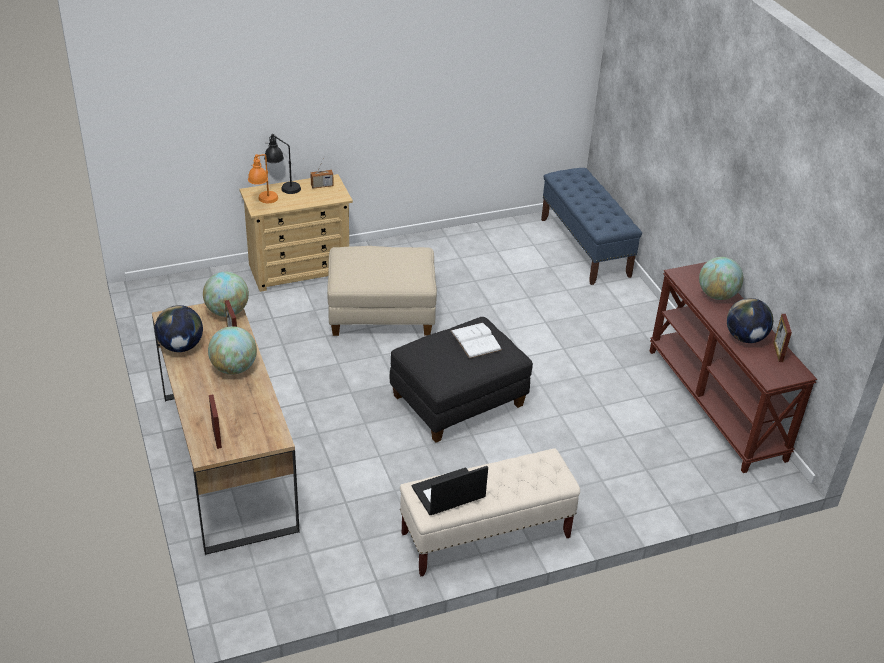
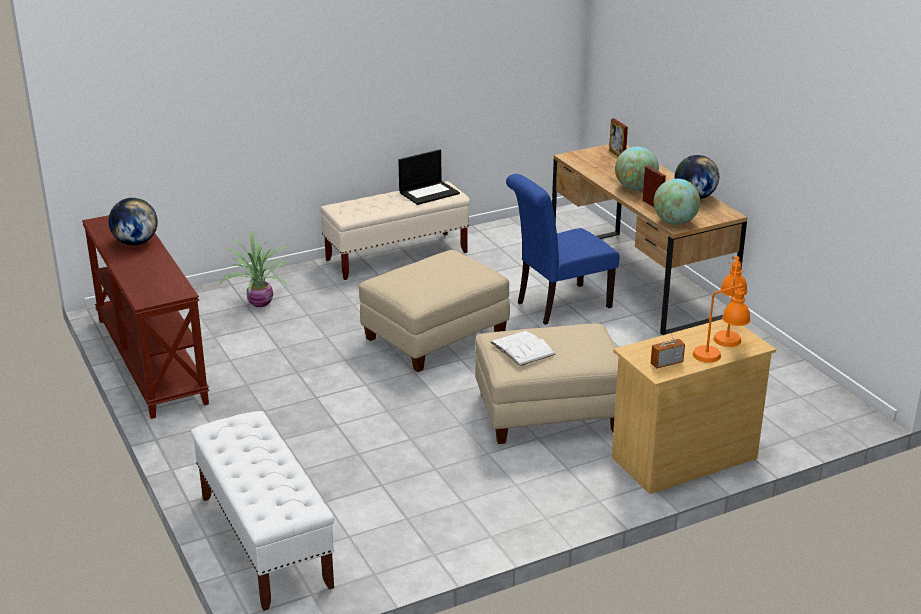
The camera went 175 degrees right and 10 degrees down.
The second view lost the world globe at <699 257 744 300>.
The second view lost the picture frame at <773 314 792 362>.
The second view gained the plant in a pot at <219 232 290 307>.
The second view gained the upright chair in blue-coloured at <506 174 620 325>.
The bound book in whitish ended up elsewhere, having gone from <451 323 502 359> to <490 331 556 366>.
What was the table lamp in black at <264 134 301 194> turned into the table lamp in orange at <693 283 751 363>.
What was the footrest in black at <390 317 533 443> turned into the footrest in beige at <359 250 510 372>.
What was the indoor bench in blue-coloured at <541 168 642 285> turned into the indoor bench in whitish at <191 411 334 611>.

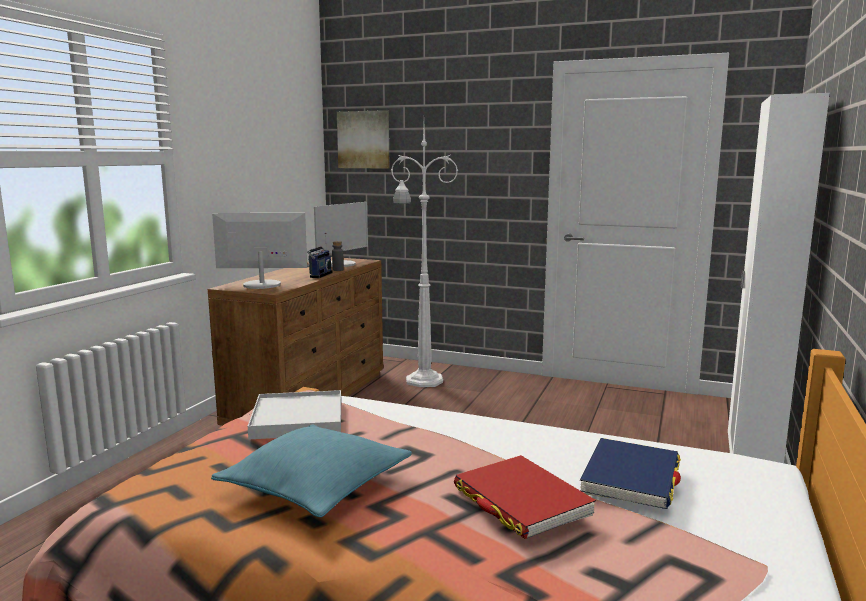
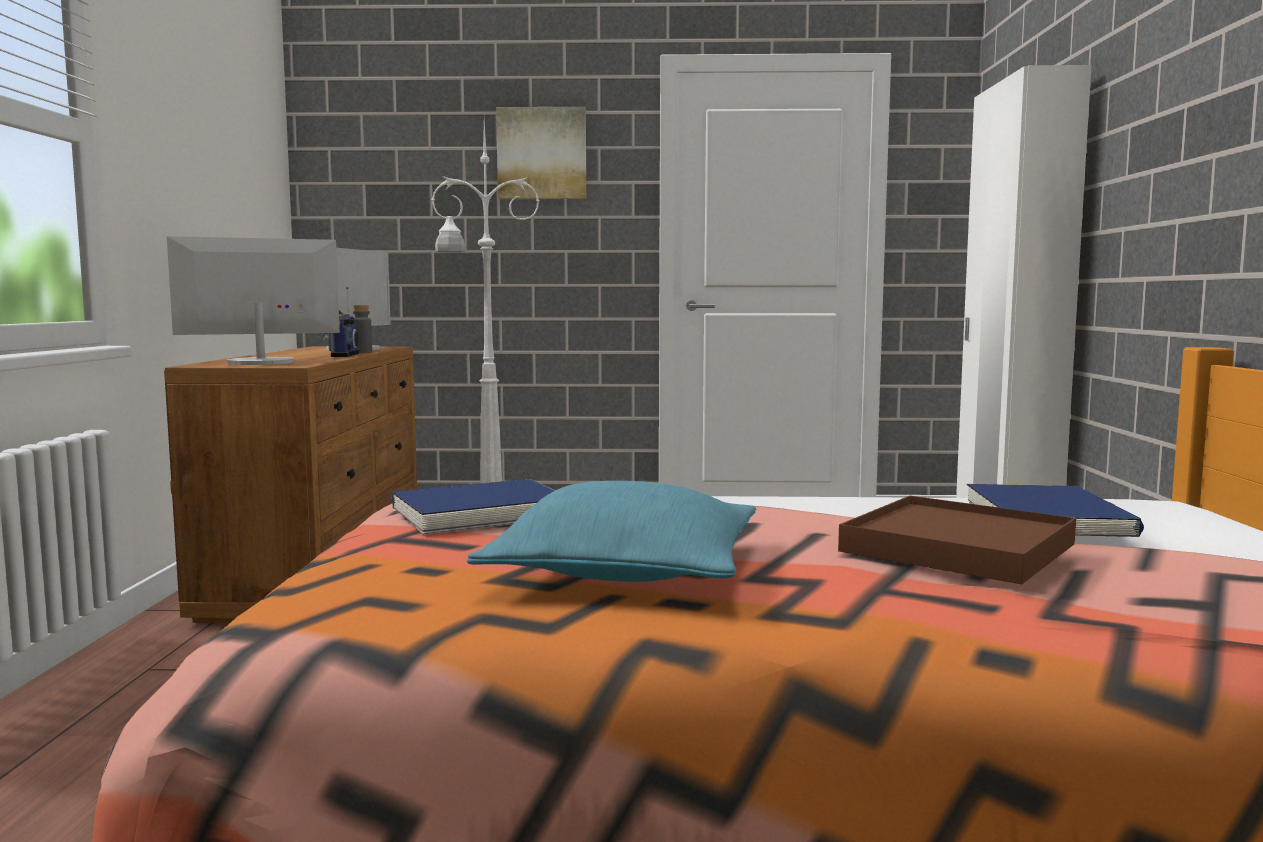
The camera went 20 degrees left and 5 degrees down.
The picture ended up elsewhere, having gone from <337 110 390 169> to <496 107 586 199>.
Where the serving tray in whitish stood at <248 390 341 439>, the bound book in blue-coloured came to stand at <392 479 556 535>.
Where the bound book in red stood at <454 455 596 539>, the serving tray in brownish came to stand at <838 496 1076 584>.

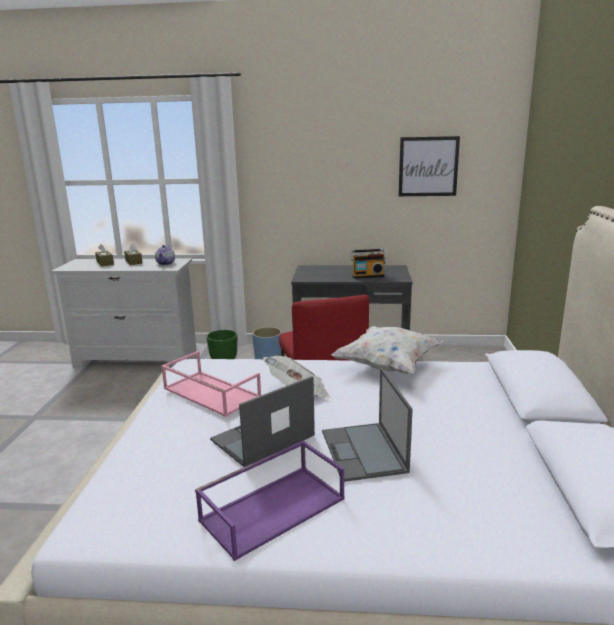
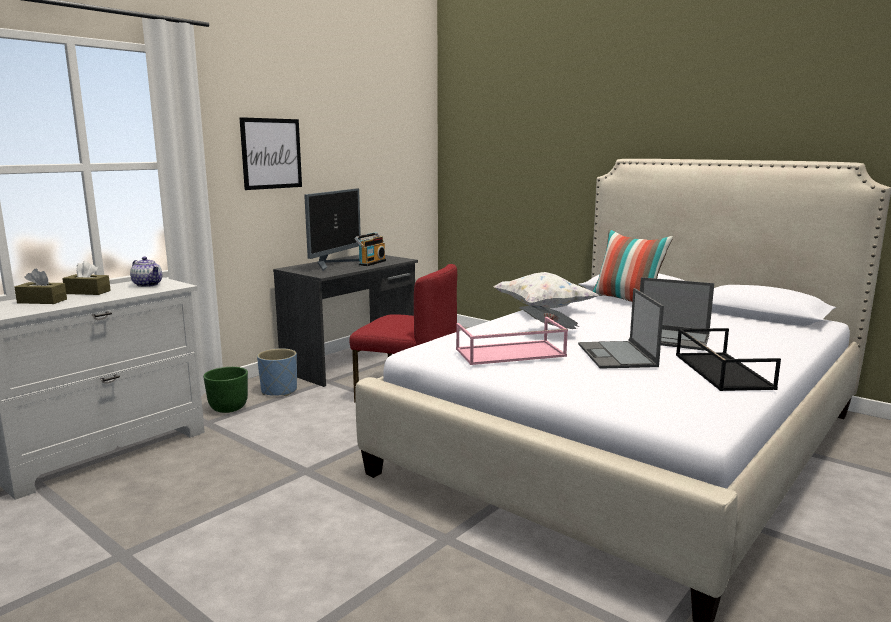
The camera went 55 degrees left and 5 degrees down.
The second view gained the computer screen at <304 188 361 271>.
The second view gained the throw pillow at <592 229 673 302>.
The picture ended up elsewhere, having gone from <398 136 460 196> to <239 117 302 190>.
What was the serving tray in purple-coloured at <195 440 345 561> turned into the serving tray in black at <676 328 781 391>.

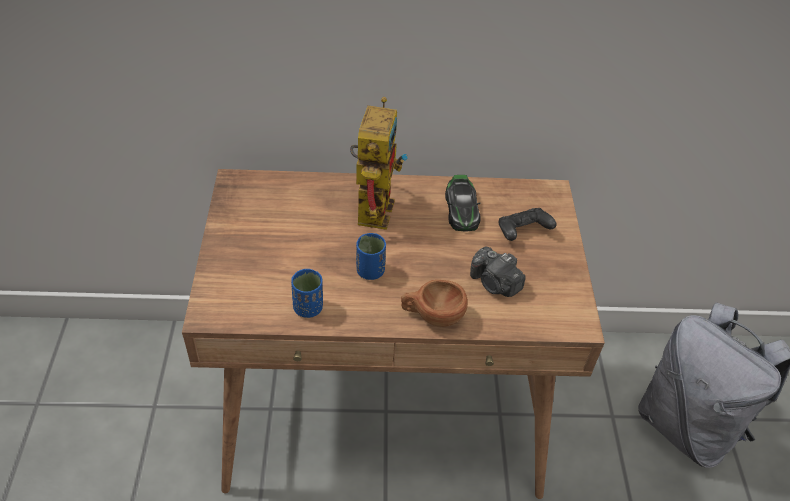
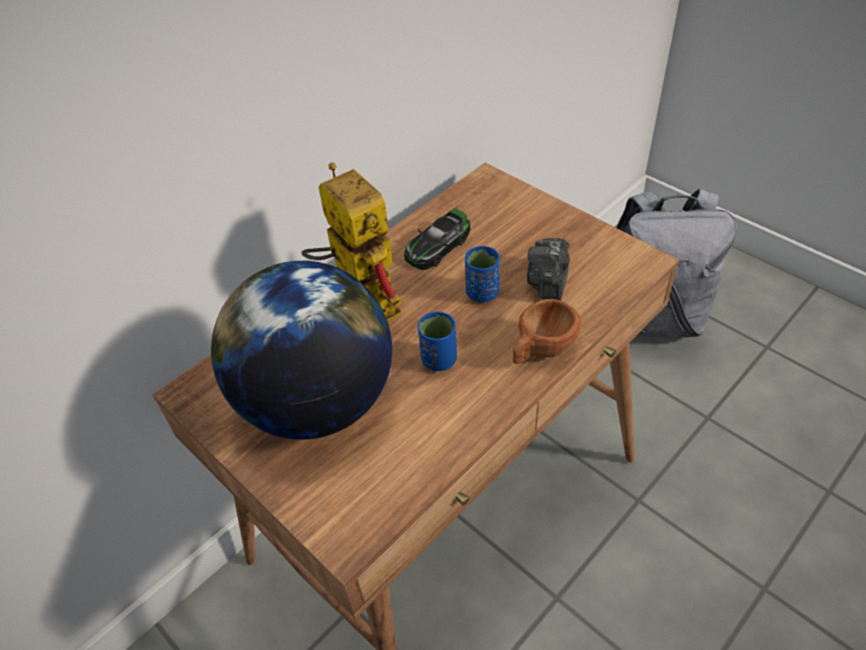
The camera went 40 degrees left and 0 degrees up.
The second view lost the game controller in black at <498 208 557 241>.
The second view gained the world globe at <211 261 392 440>.
The cup in blue-coloured ended up elsewhere, having gone from <291 269 323 318> to <465 246 500 302>.
The toy car at <445 175 481 232> ended up facing another way, 90 degrees clockwise from before.
The photo camera at <470 247 526 297> ended up facing another way, 105 degrees clockwise from before.

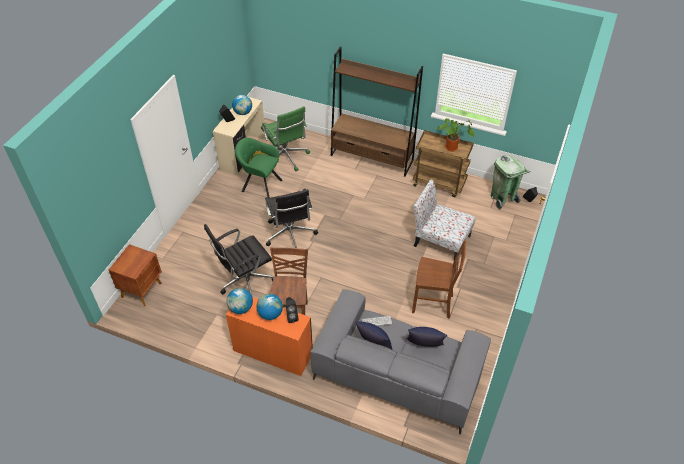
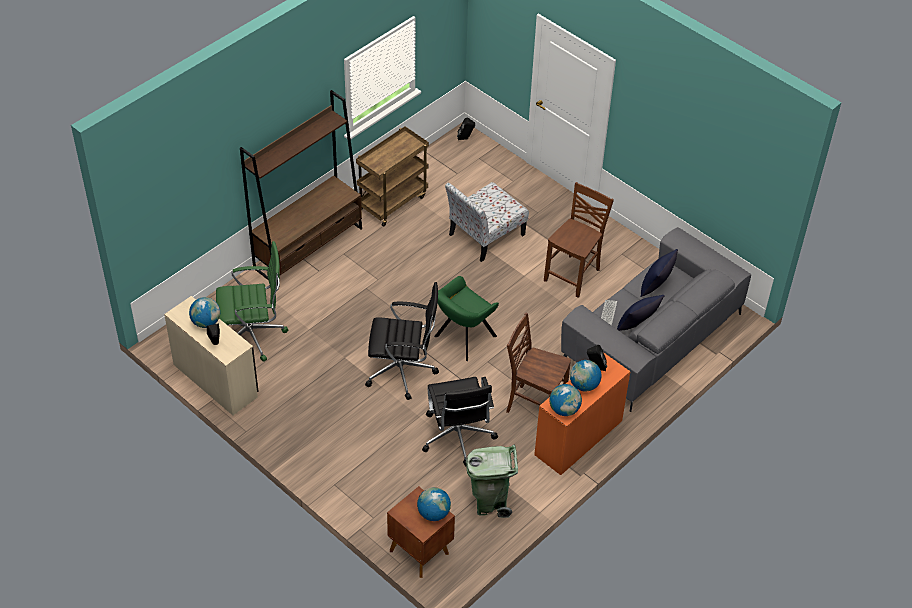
The camera went 70 degrees left and 0 degrees up.
The second view lost the plant in a pot at <436 118 475 152>.
The second view gained the world globe at <417 487 451 521>.
The easy chair in green-coloured ended up elsewhere, having gone from <235 138 283 198> to <434 276 499 361>.
The rubbish bin in green-coloured ended up elsewhere, having gone from <490 155 530 210> to <466 445 518 518>.

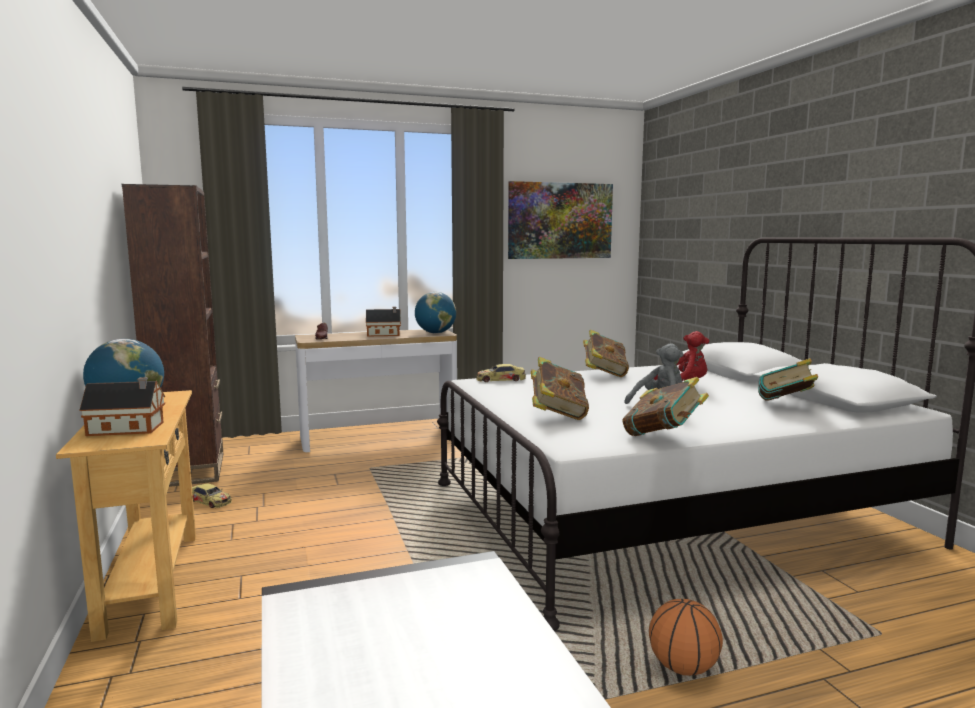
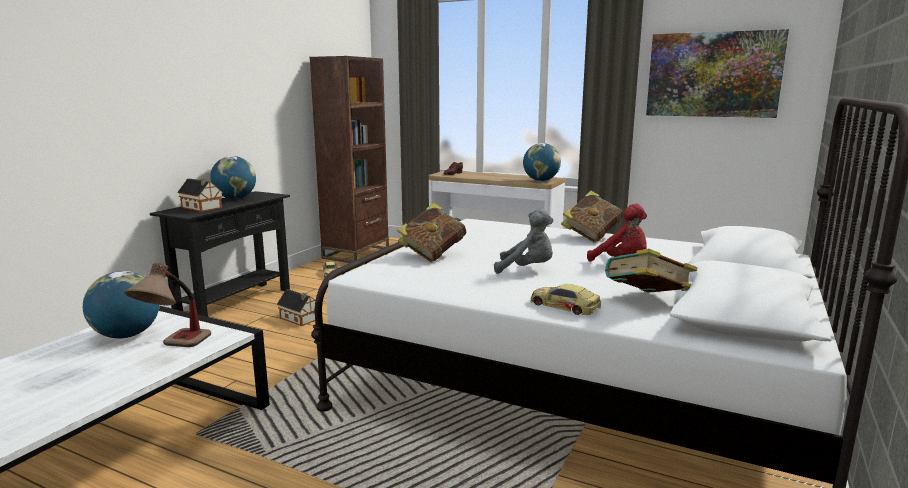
The camera went 45 degrees right and 5 degrees up.
The second view lost the bound book at <622 377 709 436>.
The second view lost the ball for basketball at <649 599 723 676>.
The second view gained the world globe at <83 271 160 338>.
The second view gained the table lamp at <125 262 211 347>.
The model house ended up elsewhere, having gone from <366 307 401 337> to <277 289 316 326>.
The toy car ended up elsewhere, having gone from <476 364 526 382> to <530 284 601 315>.
What was the hall table in beige at <56 390 196 642> turned into the hall table in black at <150 191 290 317>.

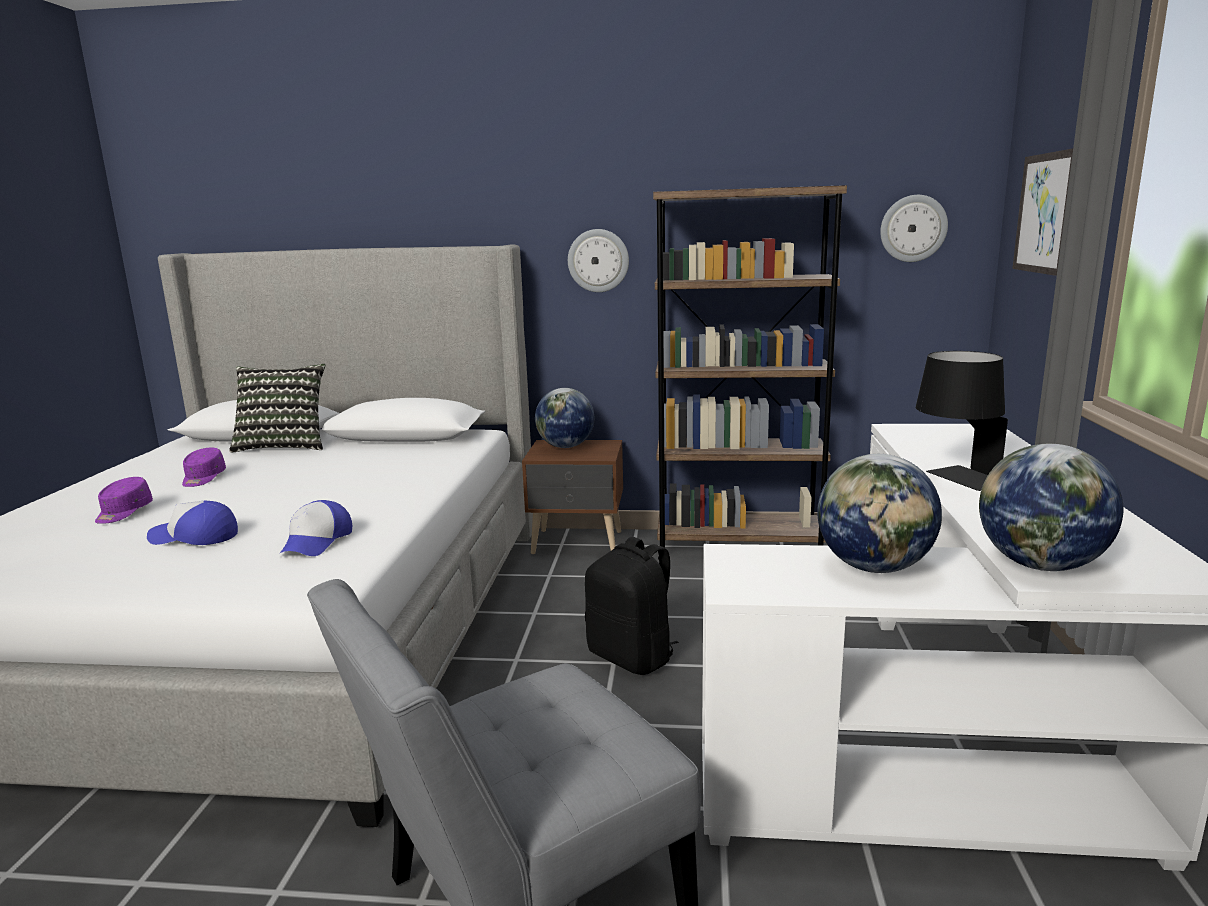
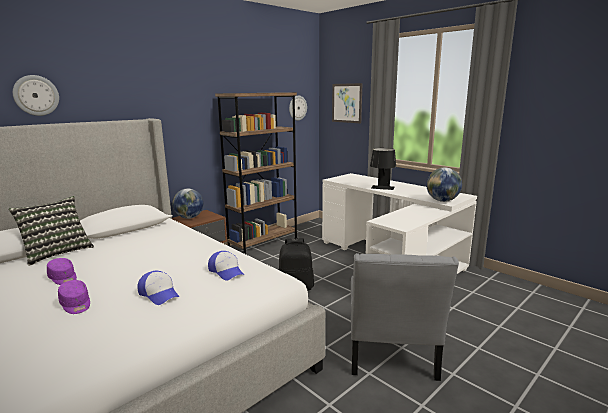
The camera went 50 degrees left and 0 degrees up.
The second view lost the world globe at <817 454 942 573>.
The wall clock ended up elsewhere, having gone from <568 229 629 292> to <13 75 59 116>.
The cap at <147 500 238 545> ended up facing another way, 90 degrees counterclockwise from before.

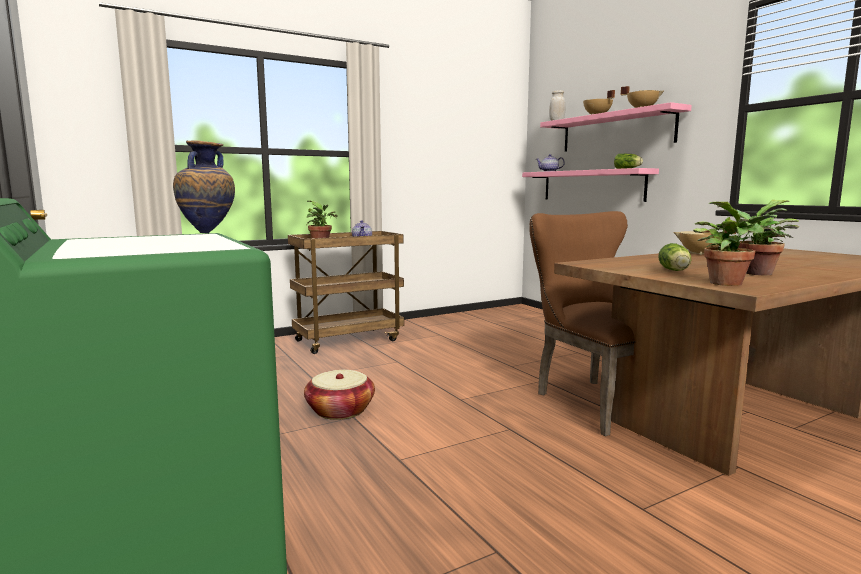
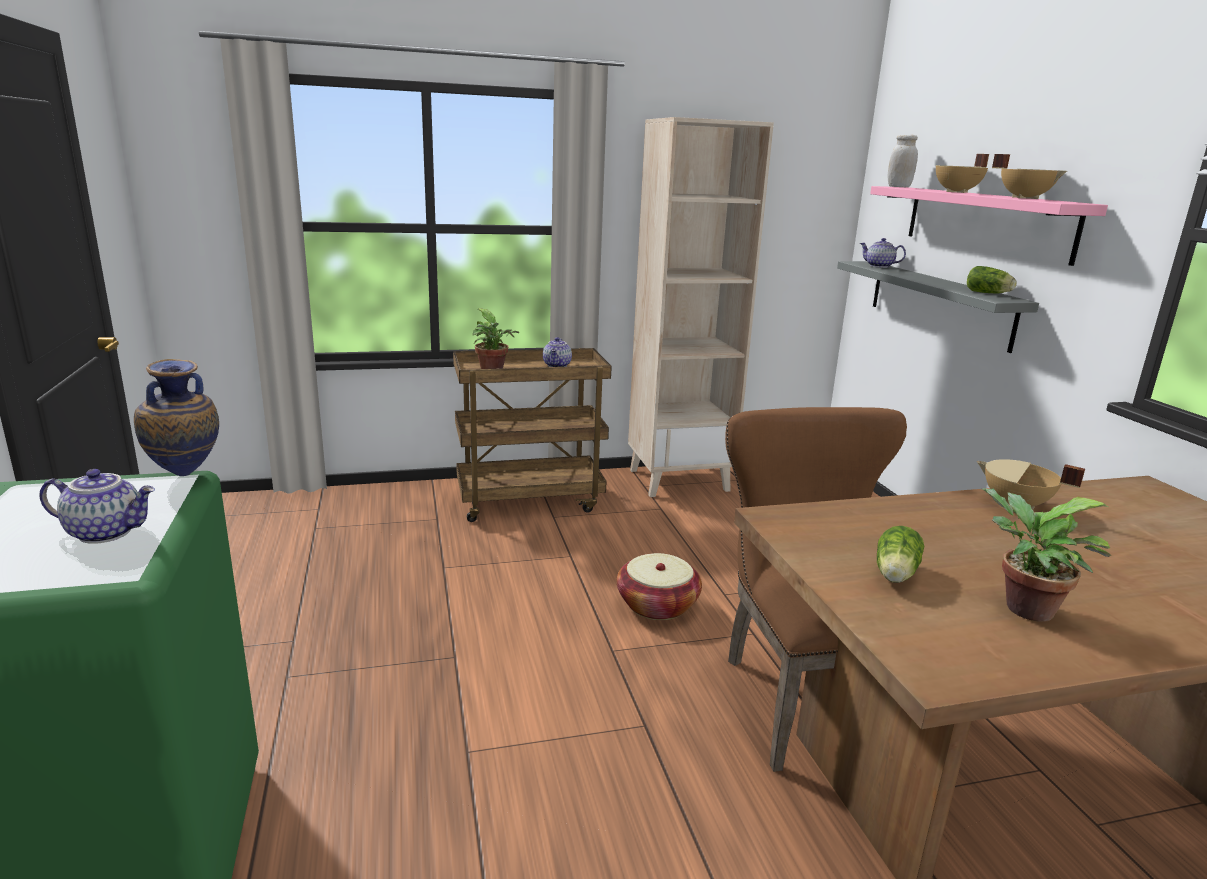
The camera went 15 degrees right and 10 degrees up.
The second view lost the plant in a pot at <693 202 788 286>.
The second view gained the tea pot at <40 469 155 544>.
The second view gained the bookshelf in beige at <628 117 774 497>.
The household basket ended up elsewhere, having gone from <304 370 375 420> to <617 553 702 620>.
What was the wall shelf in pink-coloured at <522 168 659 202> turned into the wall shelf in gray at <837 261 1039 353>.

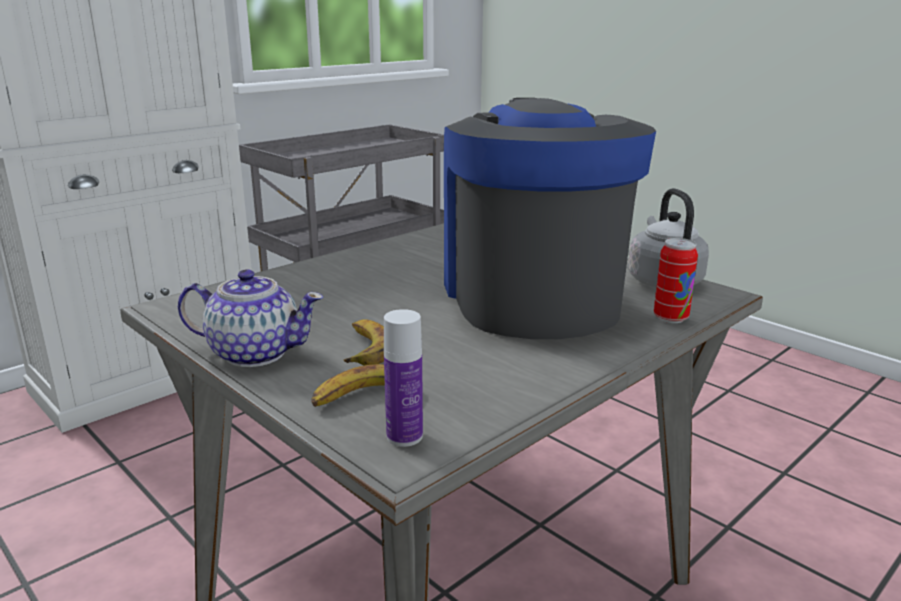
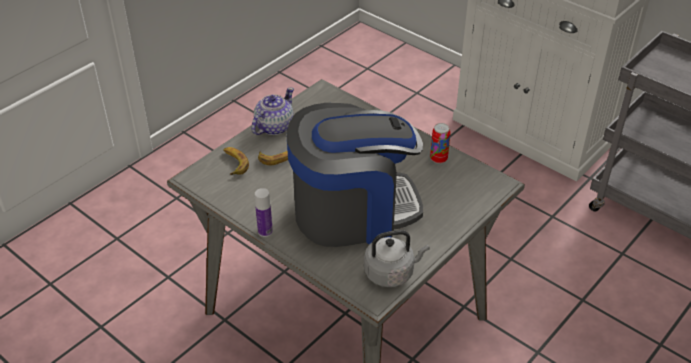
The camera went 85 degrees right and 20 degrees up.
The bottle ended up elsewhere, having gone from <384 309 423 447> to <255 188 273 237>.
The metal can ended up elsewhere, having gone from <654 238 698 323> to <430 123 451 164>.
The tea pot at <178 269 323 367> ended up facing another way, 150 degrees counterclockwise from before.

